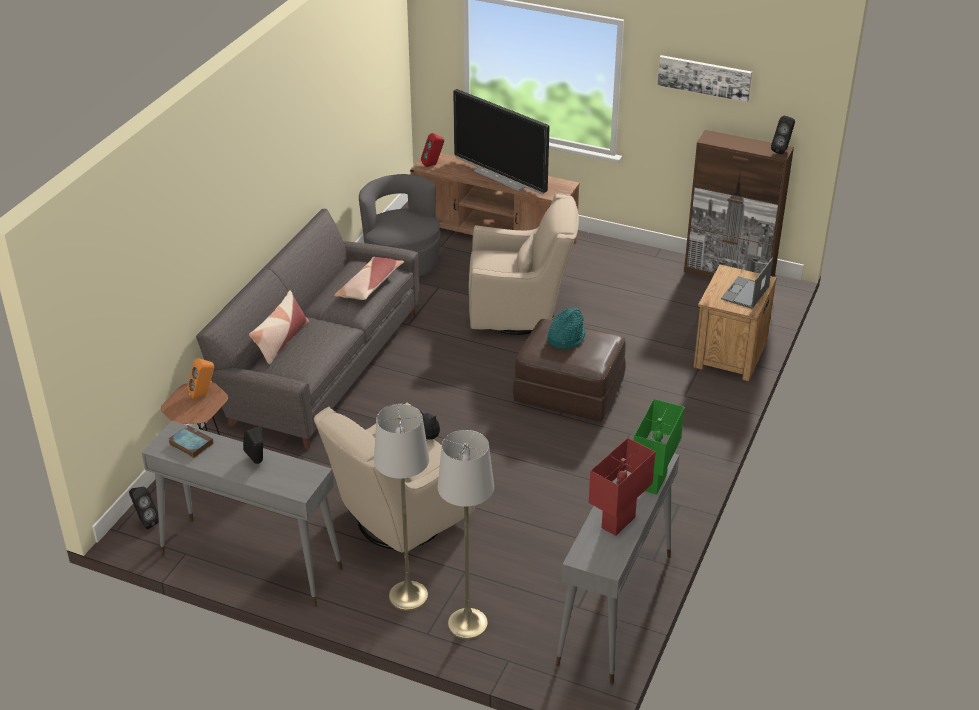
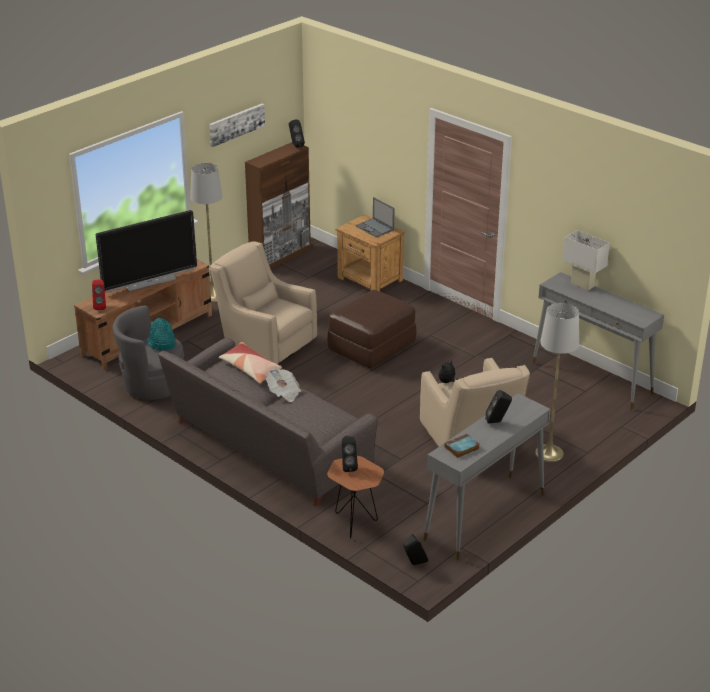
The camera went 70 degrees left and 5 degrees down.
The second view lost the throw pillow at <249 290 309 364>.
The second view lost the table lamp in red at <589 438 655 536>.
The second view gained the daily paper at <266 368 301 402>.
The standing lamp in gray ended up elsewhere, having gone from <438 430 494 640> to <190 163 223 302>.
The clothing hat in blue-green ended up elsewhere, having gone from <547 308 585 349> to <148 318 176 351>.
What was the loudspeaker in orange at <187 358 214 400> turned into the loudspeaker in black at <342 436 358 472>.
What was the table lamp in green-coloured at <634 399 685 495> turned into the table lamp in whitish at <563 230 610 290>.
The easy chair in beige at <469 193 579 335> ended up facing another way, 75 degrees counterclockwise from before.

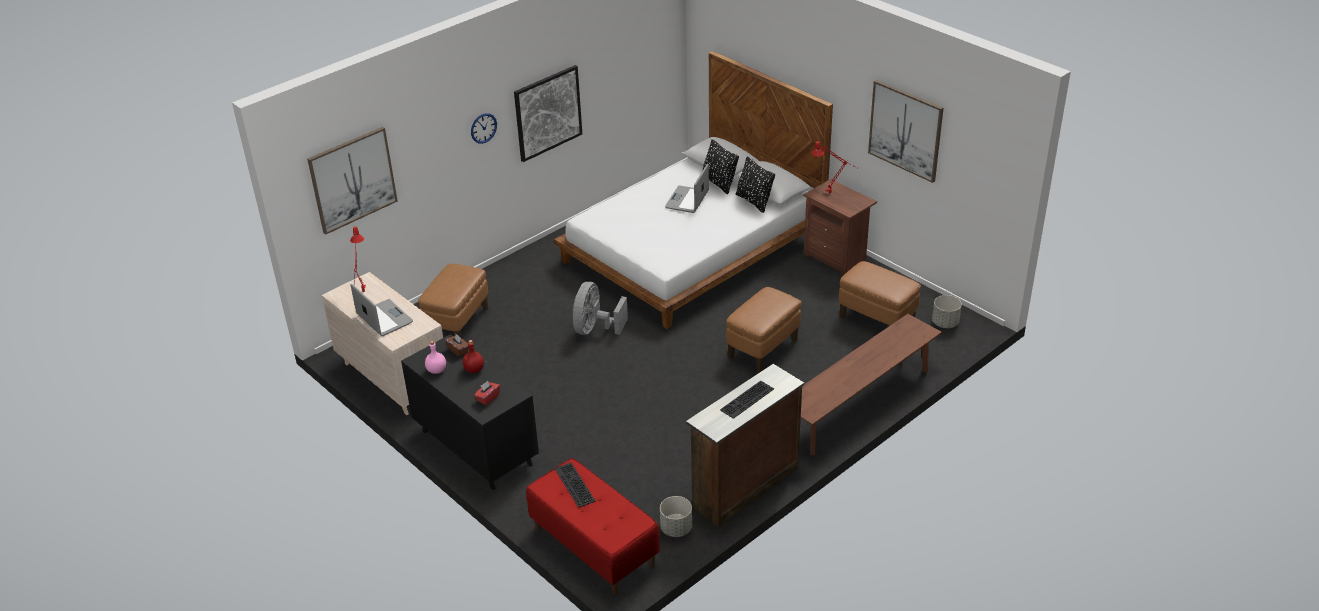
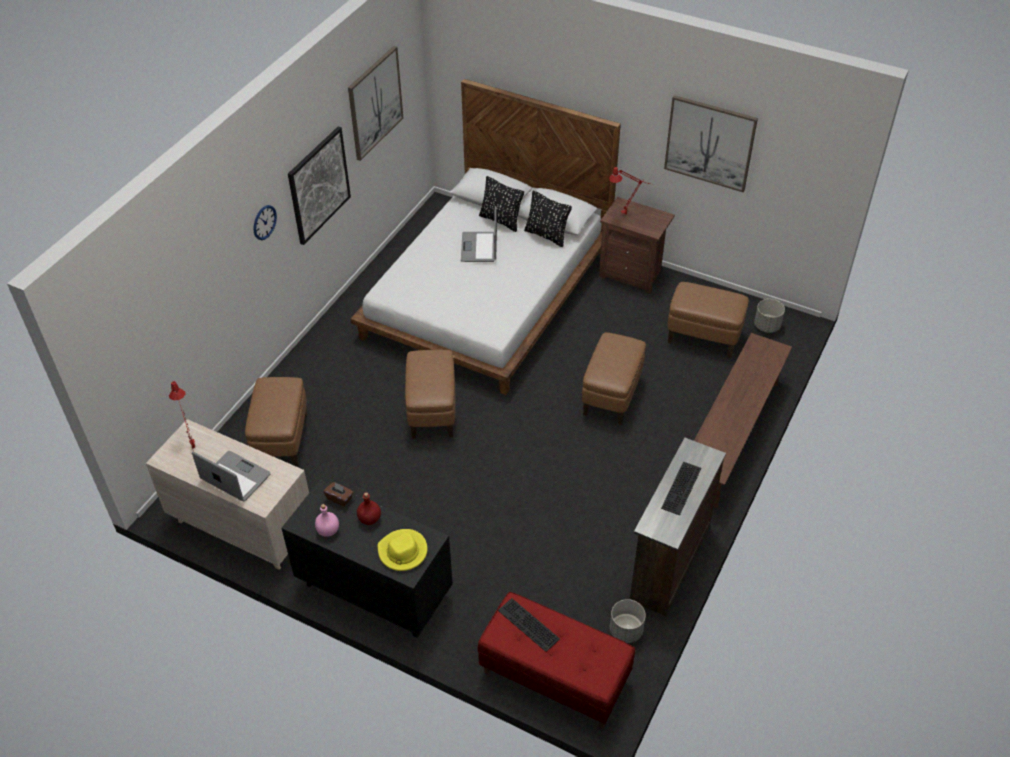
The camera went 20 degrees left and 10 degrees up.
The picture ended up elsewhere, having gone from <307 127 398 235> to <348 46 403 161>.
Where the tissue holder in red stood at <474 381 500 405>, the clothing hat in yellowish came to stand at <378 529 427 571>.
Where the cooling fan in gray stood at <573 282 628 335>, the footrest in brownish came to stand at <405 349 455 439>.

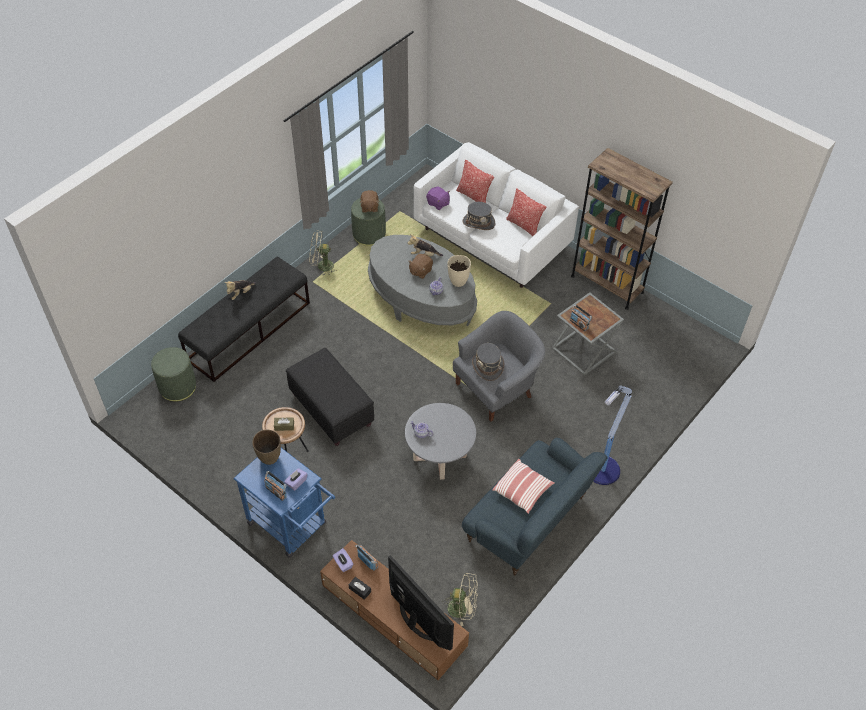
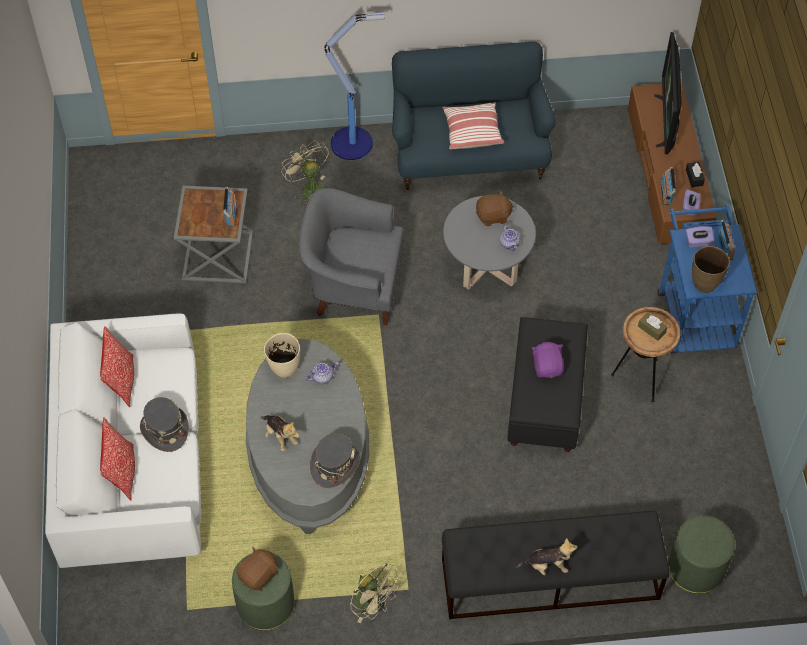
The camera went 135 degrees left and 5 degrees up.
The second view lost the bookshelf in brownish at <571 148 673 310>.
The cuddly toy in brownish ended up elsewhere, having gone from <408 254 433 279> to <476 191 514 226>.
The cuddly toy in purple-coloured ended up elsewhere, having gone from <426 186 450 210> to <532 342 564 378>.
The cooling fan in beige ended up elsewhere, having gone from <443 573 478 626> to <281 140 329 204>.
The clothing hat in gray ended up elsewhere, having gone from <472 343 504 381> to <310 433 360 488>.

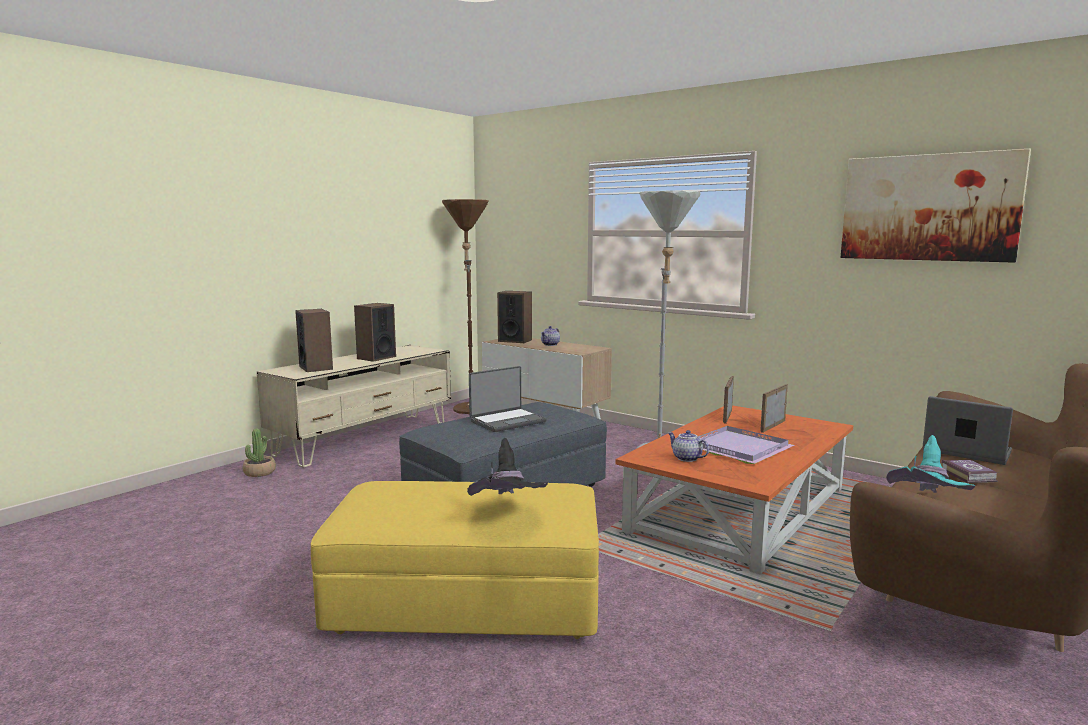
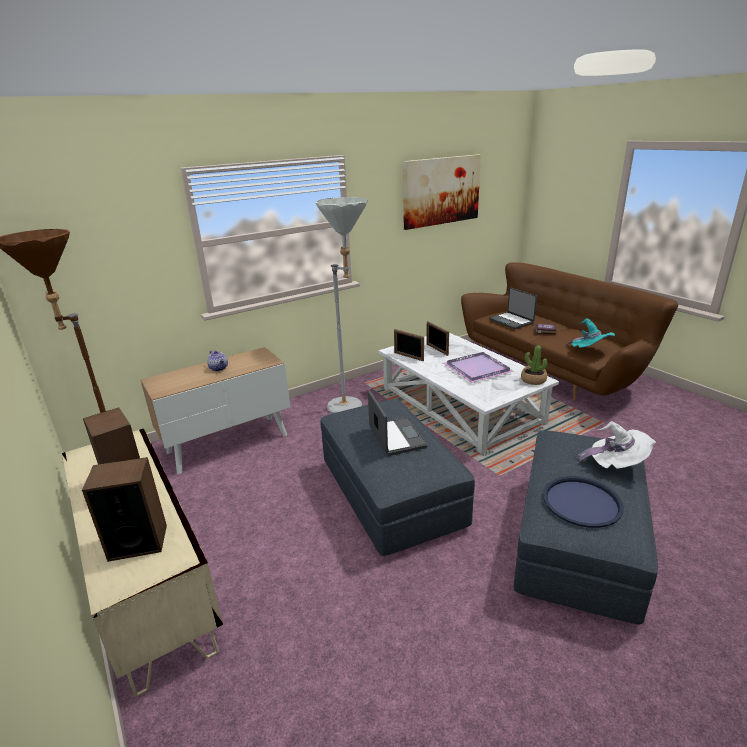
The camera went 70 degrees left and 15 degrees up.
The second view lost the loudspeaker at <497 291 532 343>.
The second view lost the tea pot at <668 430 709 462>.
The second view gained the serving tray in blue-coloured at <543 476 624 528>.
The plant in a pot ended up elsewhere, having gone from <243 429 276 477> to <521 345 547 385>.
What was the footrest in yellowish at <311 481 599 639> turned into the footrest in gray at <514 430 658 624>.
What was the clothing hat in black at <467 438 548 496> turned into the clothing hat in whitish at <576 421 656 469>.
What was the lounge table in orange at <616 405 853 574> turned into the lounge table in whitish at <379 333 559 454>.
The portable computer at <923 396 1013 465> ended up facing another way, 90 degrees counterclockwise from before.

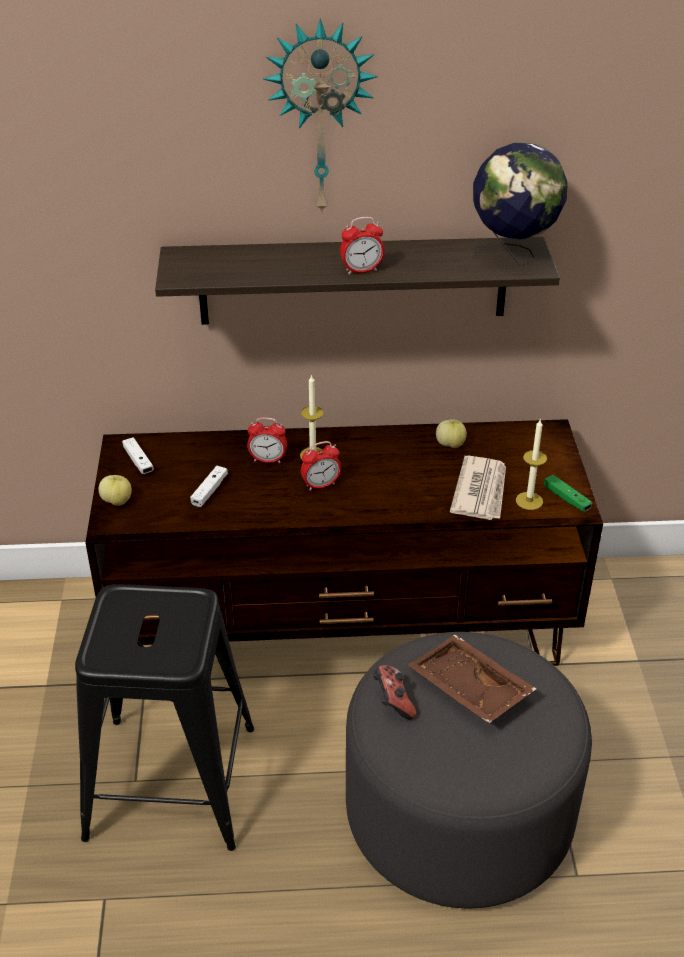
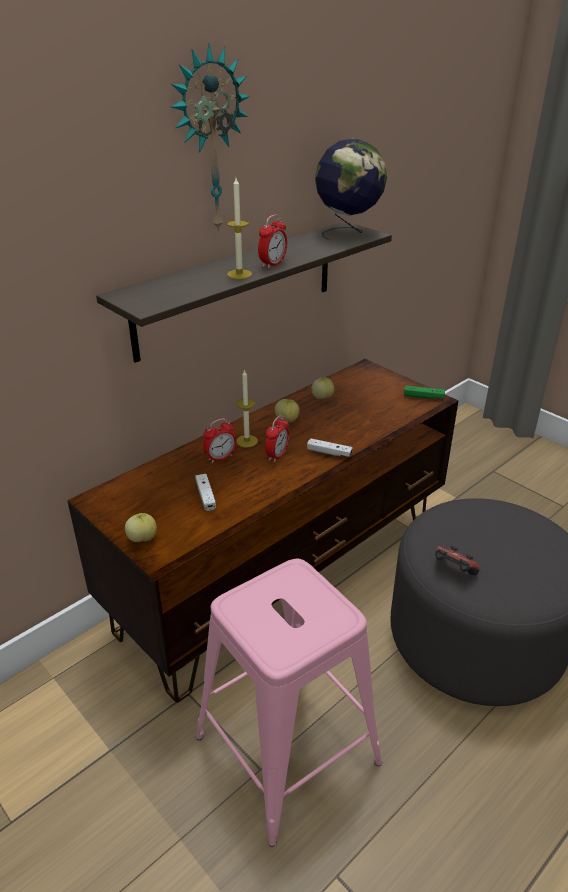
The camera went 40 degrees left and 5 degrees down.
The second view lost the serving tray in brownish at <408 635 536 723>.
The second view lost the daily paper at <450 456 506 520>.
The second view gained the apple at <275 399 299 423>.
The game controller in whitish ended up elsewhere, having gone from <122 437 154 474> to <307 438 353 457>.
The wax candle ended up elsewhere, having gone from <516 420 547 510> to <227 178 252 279>.
What was the stool in black at <75 584 254 851> turned into the stool in pink-coloured at <196 559 382 847>.

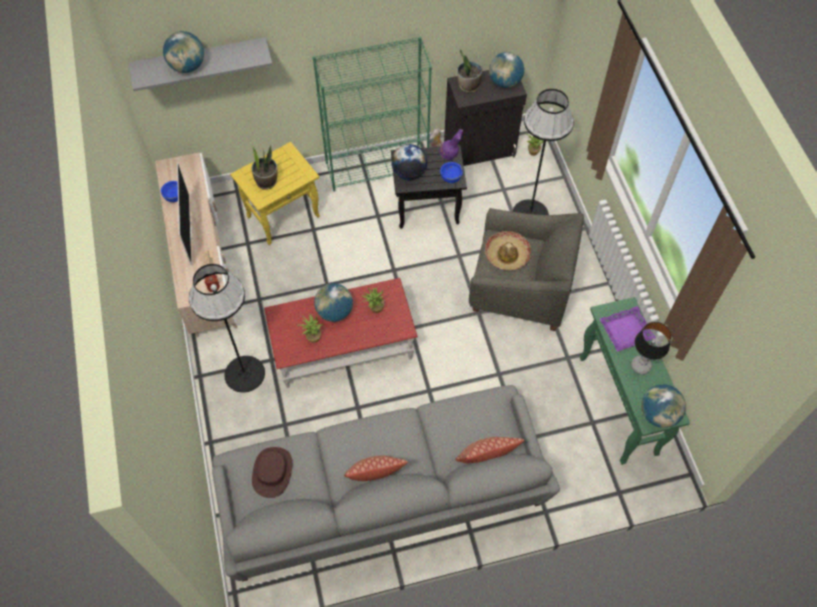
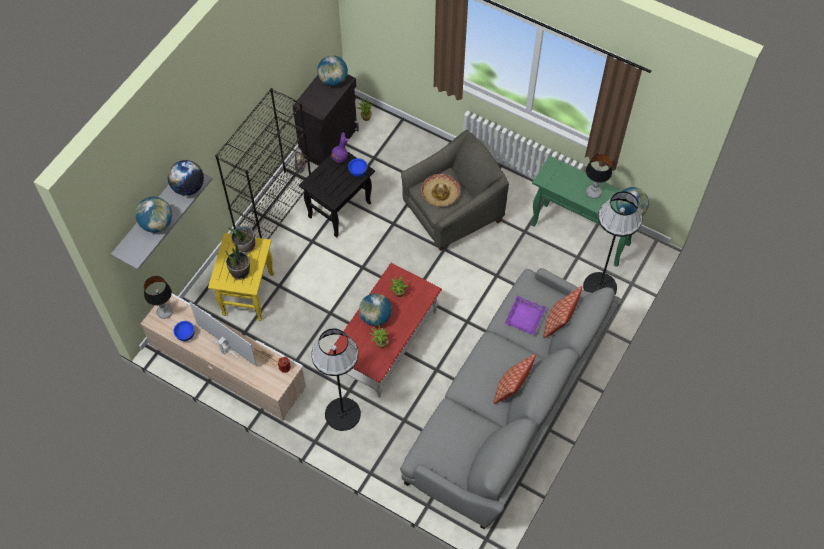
The camera went 45 degrees left and 0 degrees up.
The second view lost the clothing hat in brownish at <252 447 292 498>.
The second view gained the table lamp at <144 276 173 319>.
The world globe ended up elsewhere, having gone from <391 144 428 180> to <168 160 204 196>.
The plant in a pot ended up elsewhere, having gone from <457 49 483 93> to <228 226 255 253>.
The standing lamp in black ended up elsewhere, having gone from <512 89 574 215> to <583 191 642 294>.
The serving tray in purple-coloured ended up elsewhere, having gone from <600 306 656 352> to <504 296 547 335>.
What was the bookshelf in green-coloured at <313 37 432 192> turned into the bookshelf in black at <215 88 311 239>.

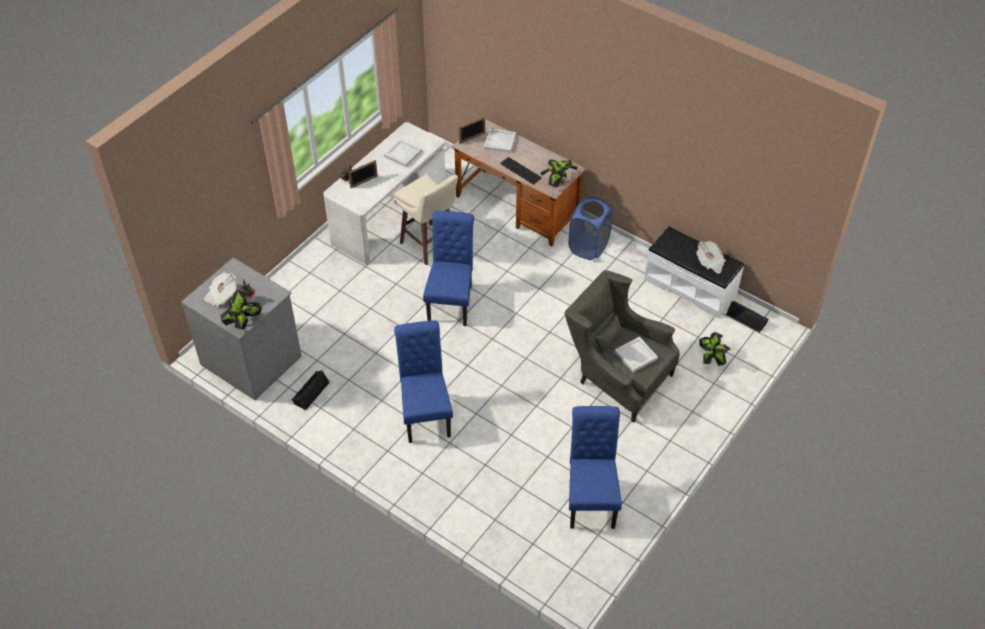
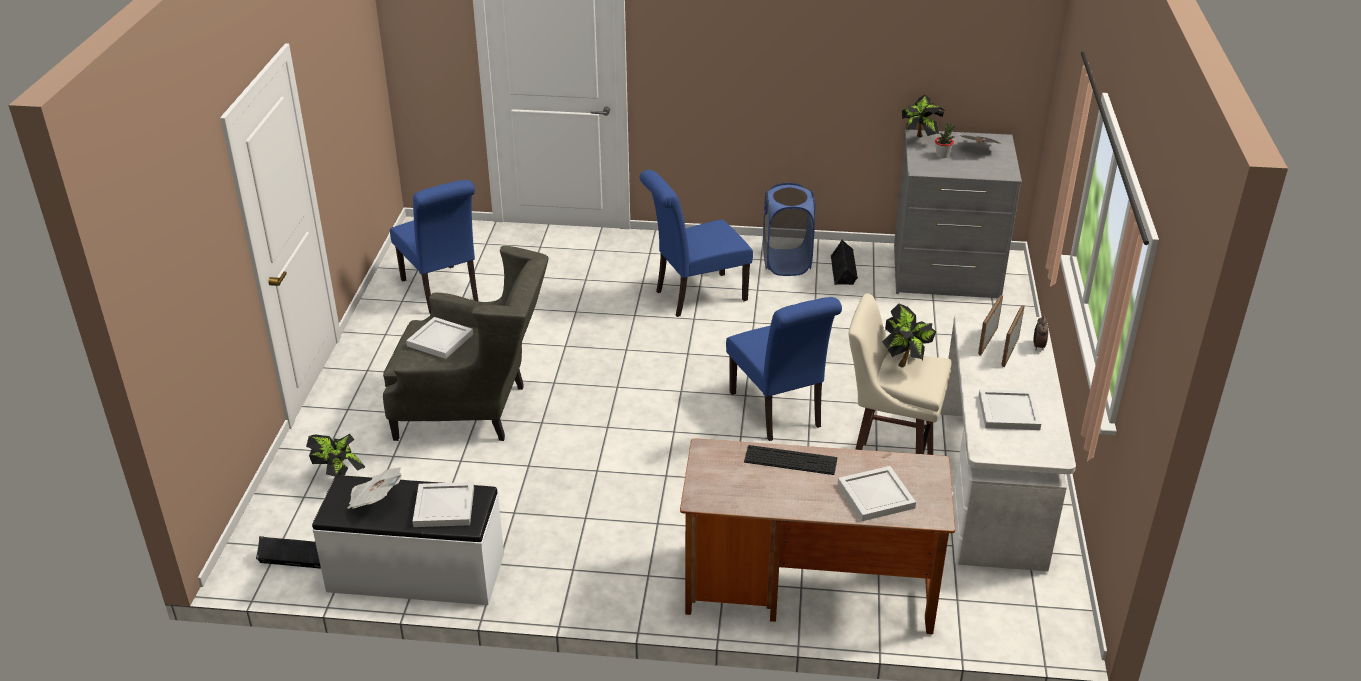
The camera went 150 degrees right and 15 degrees down.
The second view gained the serving tray in whitish at <413 482 474 527>.
The picture frame ended up elsewhere, having gone from <459 117 485 144> to <978 295 1003 356>.
The plant in a pot ended up elsewhere, having gone from <540 159 577 187> to <882 304 936 367>.
The washing basket in blue-coloured ended up elsewhere, having gone from <568 197 612 260> to <763 183 816 276>.
The upright chair in blue-coloured at <394 320 453 443> ended up facing another way, 105 degrees clockwise from before.

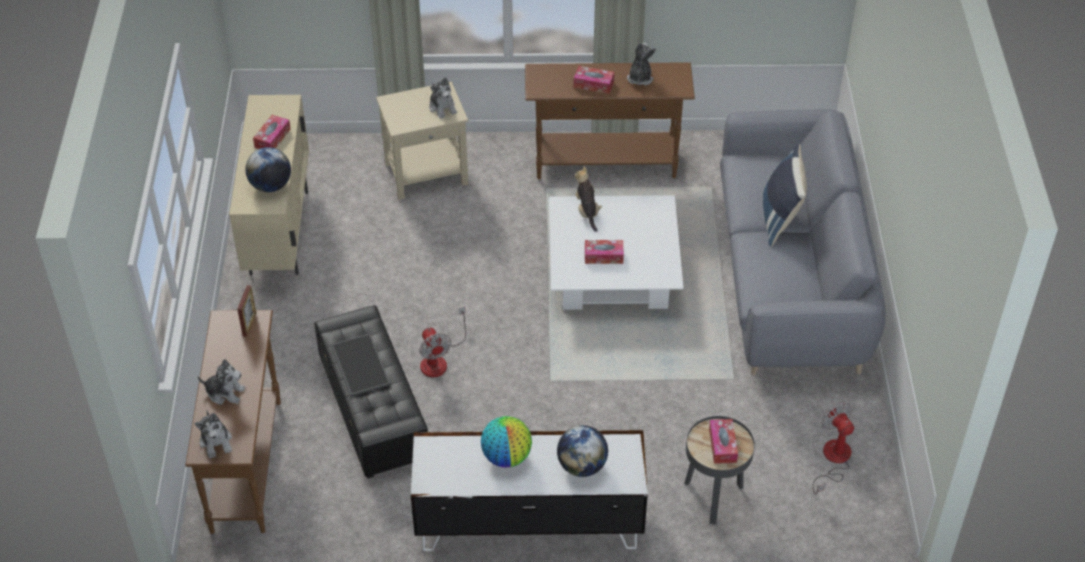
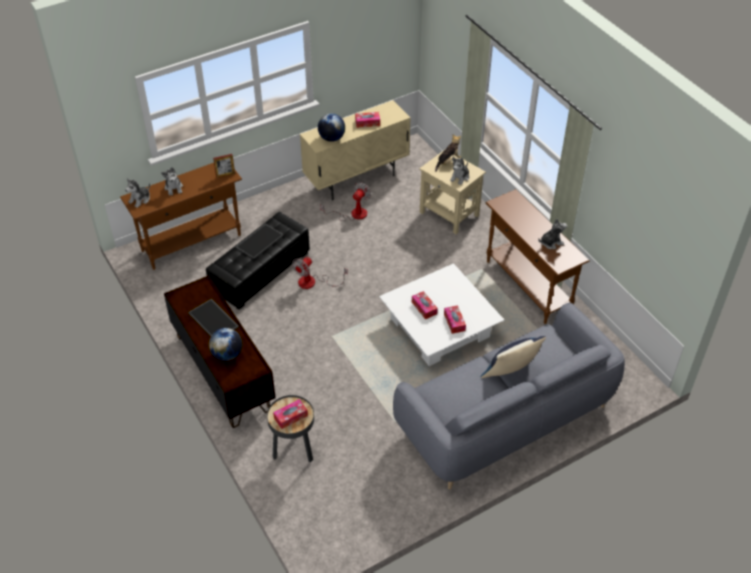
The camera went 60 degrees right and 0 degrees up.
The tissue holder ended up elsewhere, having gone from <574 66 614 94> to <444 305 466 334>.
The cuddly toy ended up elsewhere, having gone from <575 166 602 232> to <435 134 461 172>.
The cooling fan ended up elsewhere, having gone from <812 402 854 495> to <320 182 371 221>.
Where the world globe stood at <481 416 532 467>, the serving tray came to stand at <188 299 239 336>.
What was the media console in whitish at <411 430 648 551> turned into the media console in brownish at <164 275 276 428>.

